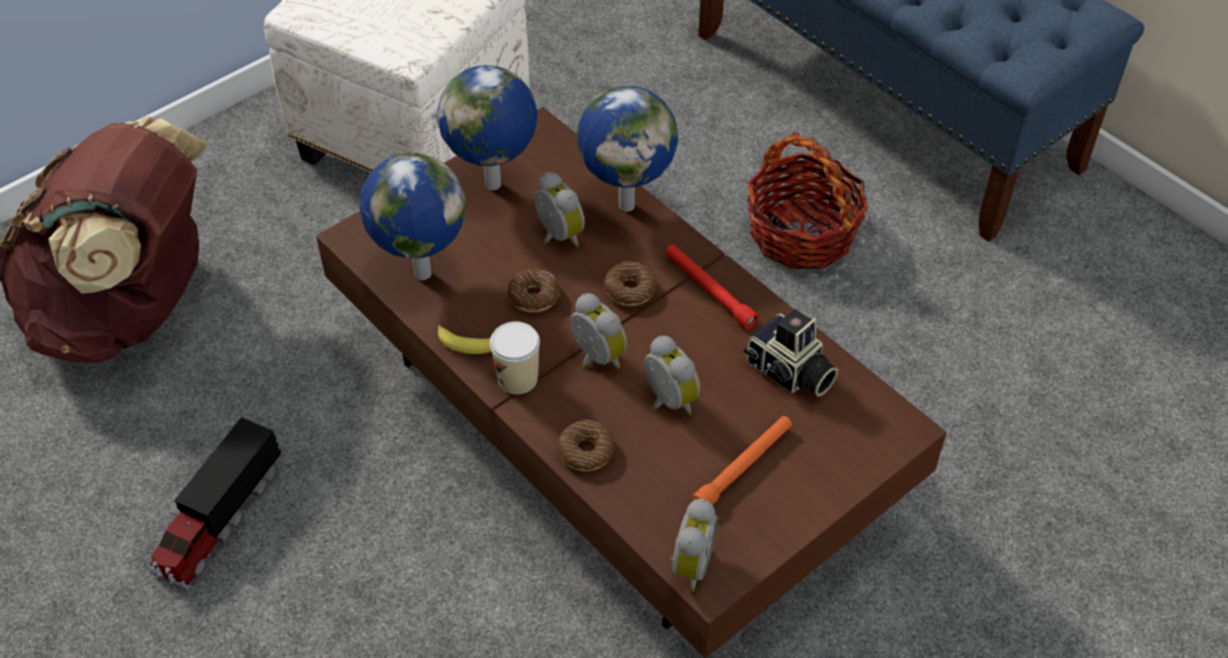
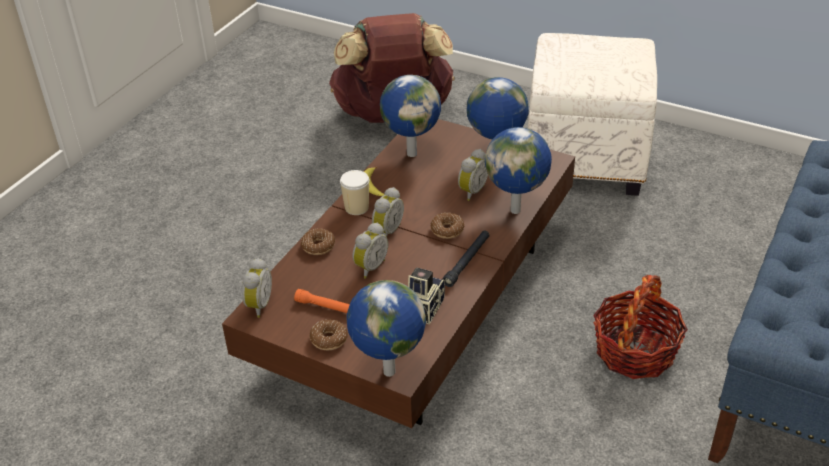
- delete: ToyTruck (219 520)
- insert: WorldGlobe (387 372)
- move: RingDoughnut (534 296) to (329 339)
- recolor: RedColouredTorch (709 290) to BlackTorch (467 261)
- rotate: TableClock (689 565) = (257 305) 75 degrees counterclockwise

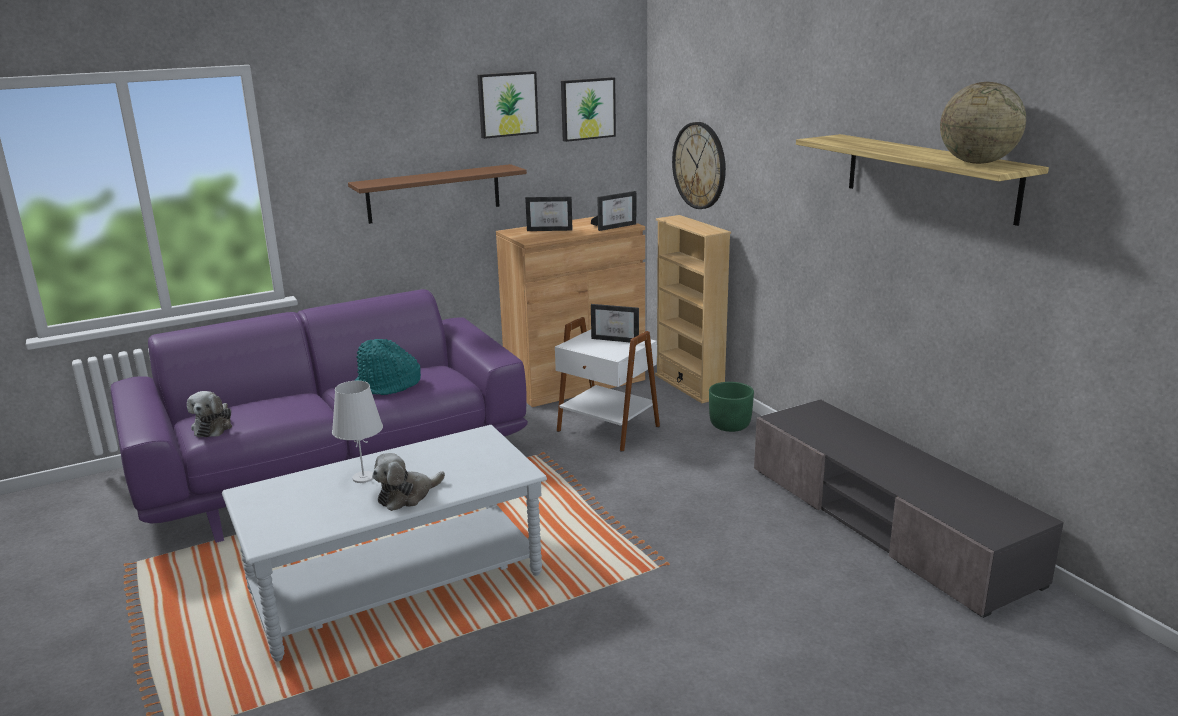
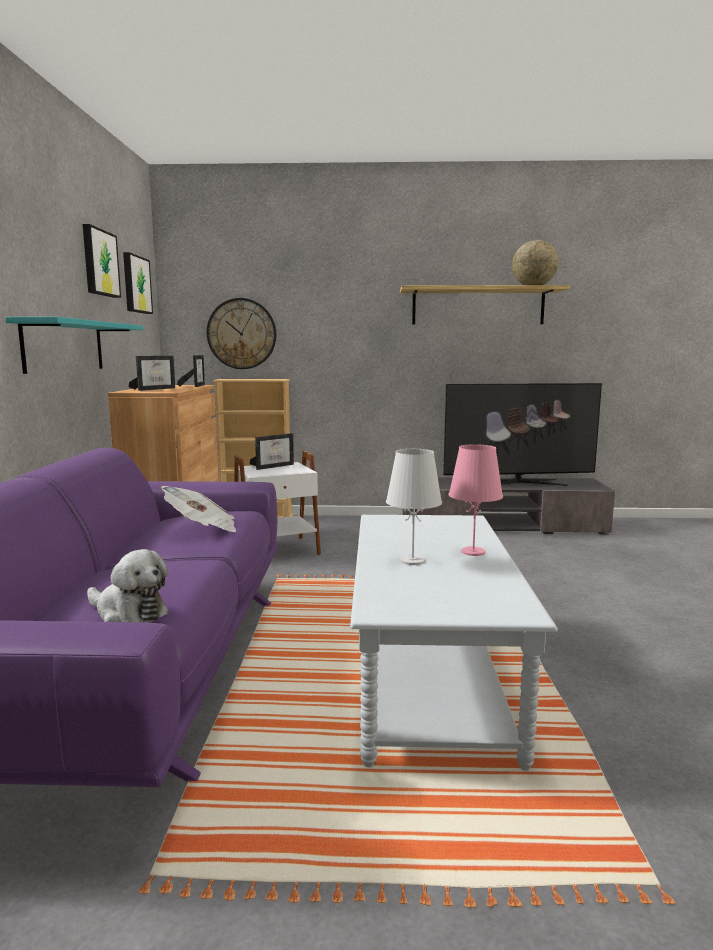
- delete: GreenPlanter (730 425)
- insert: Tv (518 483)
- replace: BlueGreenHat (388 386) to DailyPaper (202 528)
- replace: CuddlyToy (407 496) to PinkColouredLampForATable (473 552)
- recolor: BrownishShelf (434 193) to BlueGreenShelf (64 346)

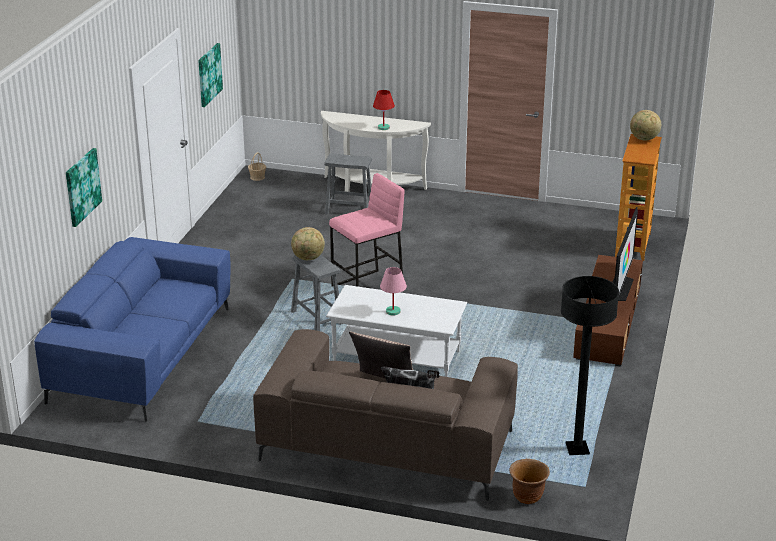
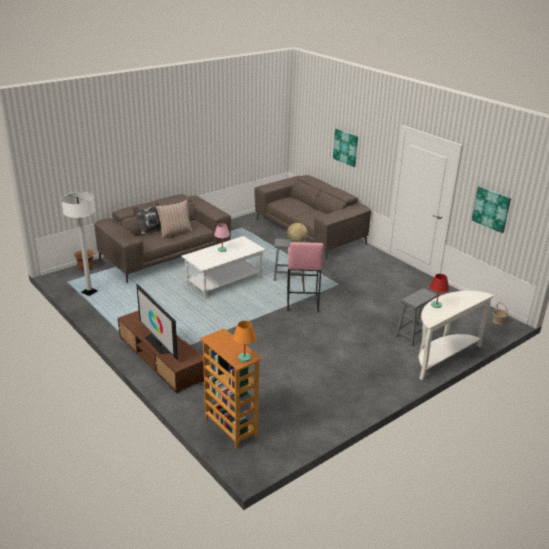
- replace: WorldGlobe (644 139) to OrangeColouredLampForATable (244 358)
- recolor: BlueSofa (143 354) to BrownishSofa (309 232)
- recolor: BlackStandingLamp (577 449) to WhiteColouredStandingLamp (89 292)

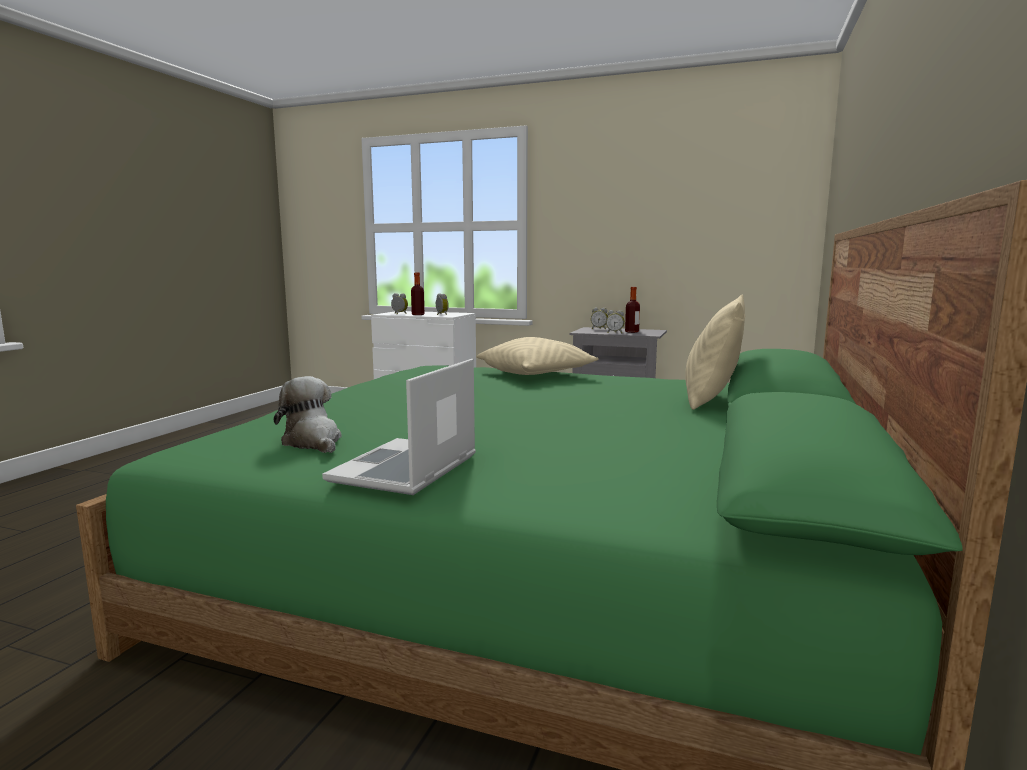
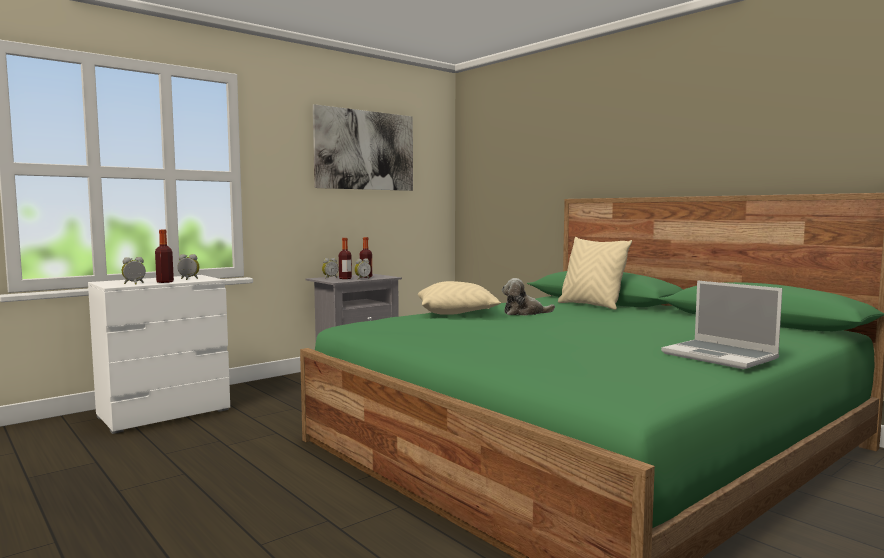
- insert: WallArt (365 150)
- insert: DrinkBottle (345 278)
- move: CuddlyToy (313 442) to (524 313)

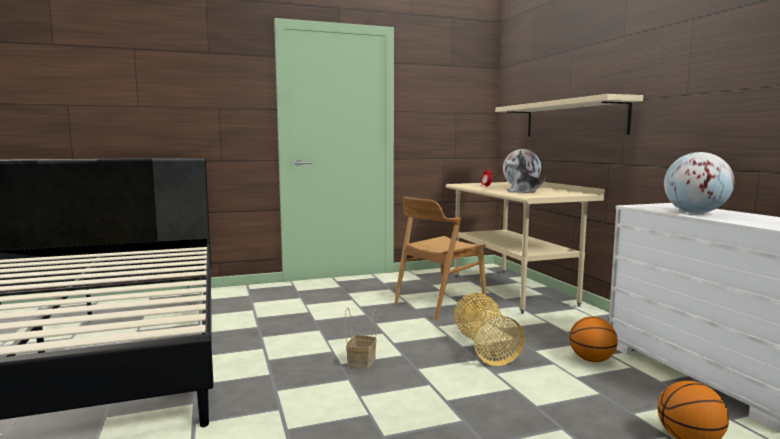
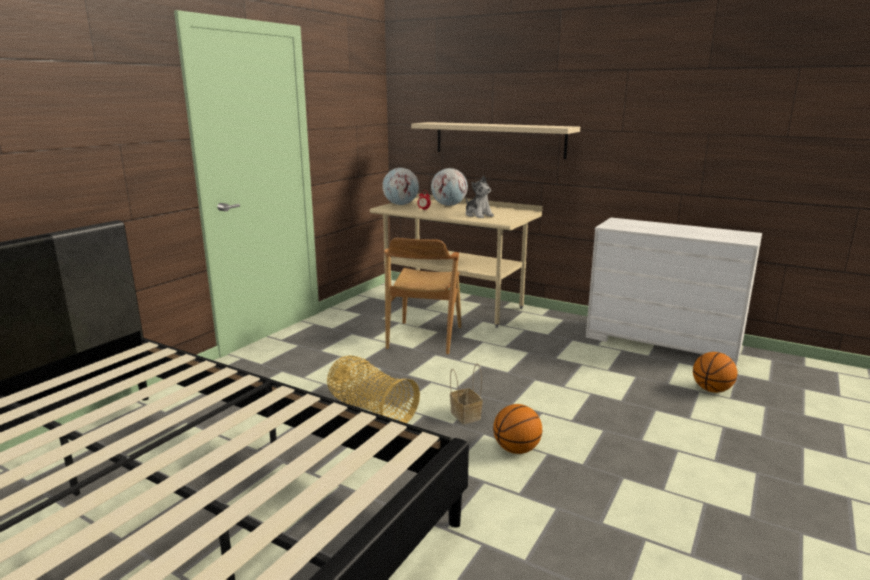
- move: StorageBasket (484 347) to (370 410)
- move: BallForBasketball (592 360) to (517 449)
- move: WorldGlobe (695 213) to (400 204)
- rotate: CuddlyToy (522 191) = (478 215) 90 degrees counterclockwise

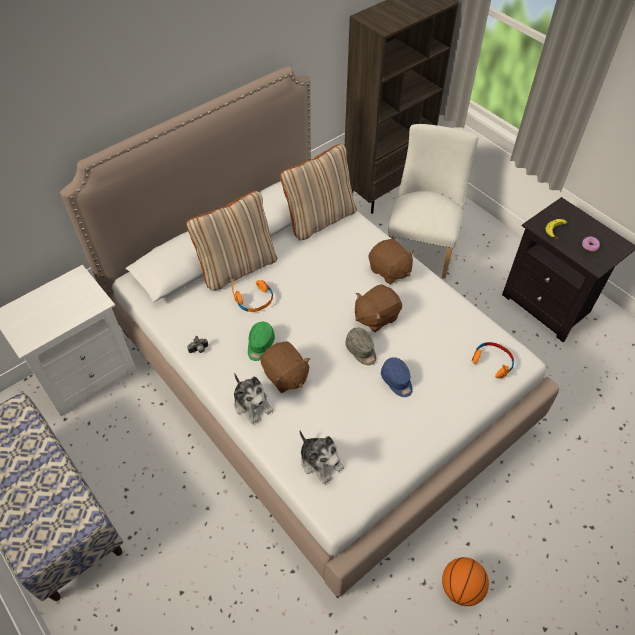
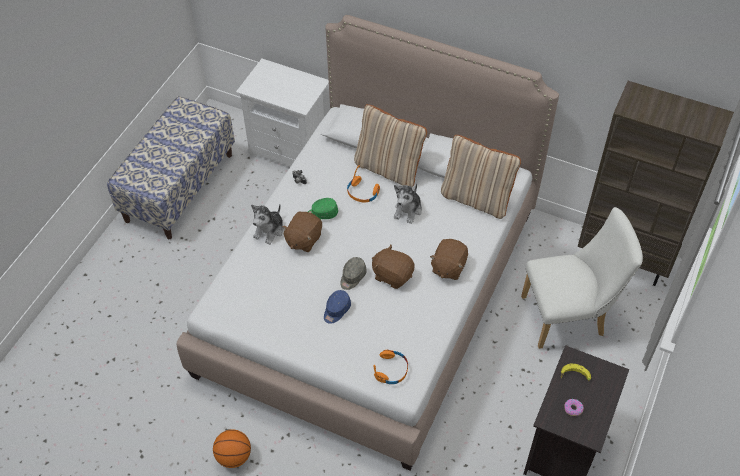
- move: CuddlyToy (320 461) to (408 210)

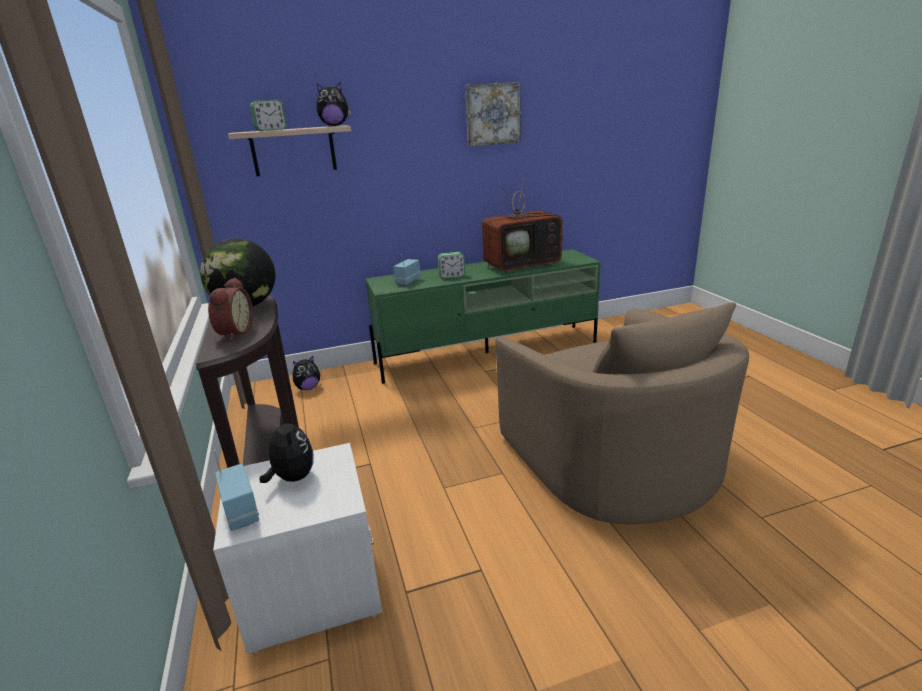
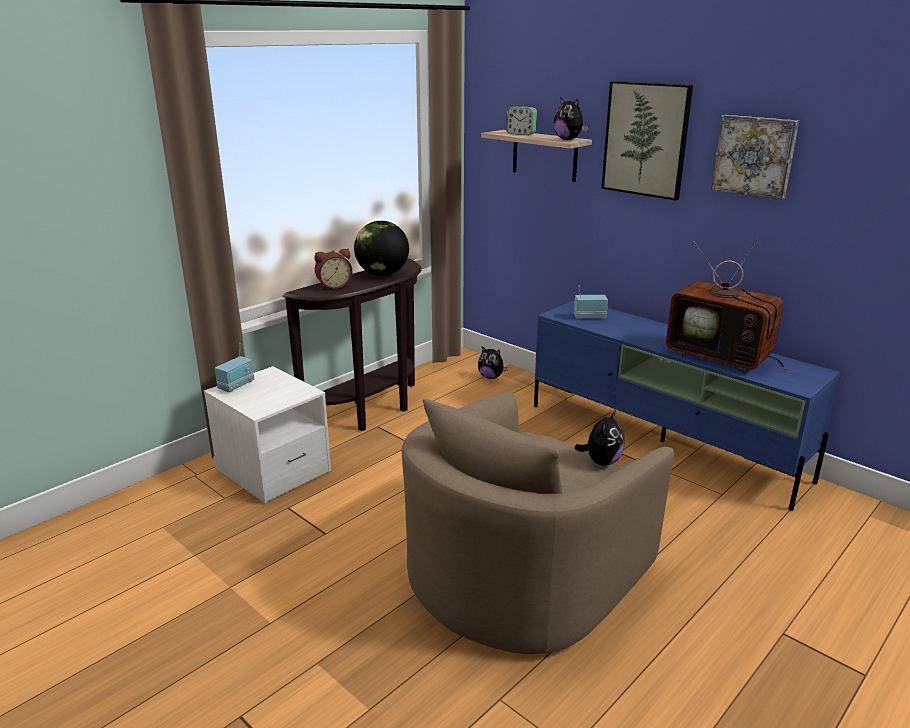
- delete: TableClock (452 276)
- insert: WallArt (646 139)
- move: CuddlyToy (292 477) to (601 462)
- recolor: GreenMediaConsole (488 352) to BlueMediaConsole (663 442)

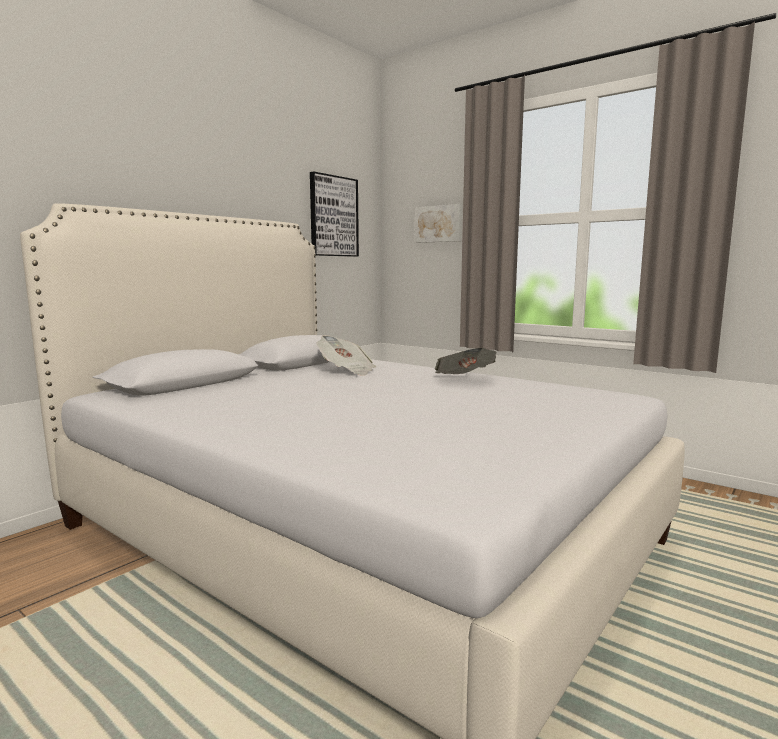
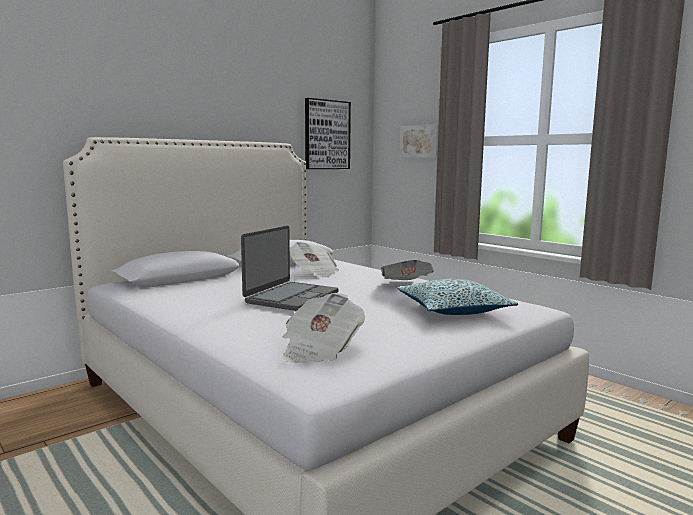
- insert: PortableComputer (291 297)
- insert: DailyPaper (319 350)
- insert: Pillow (453 309)

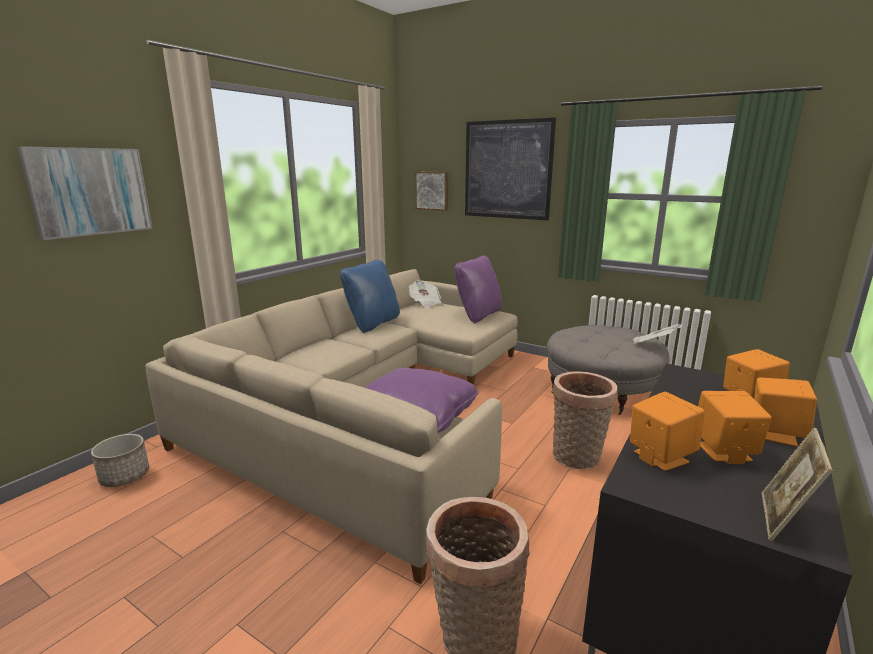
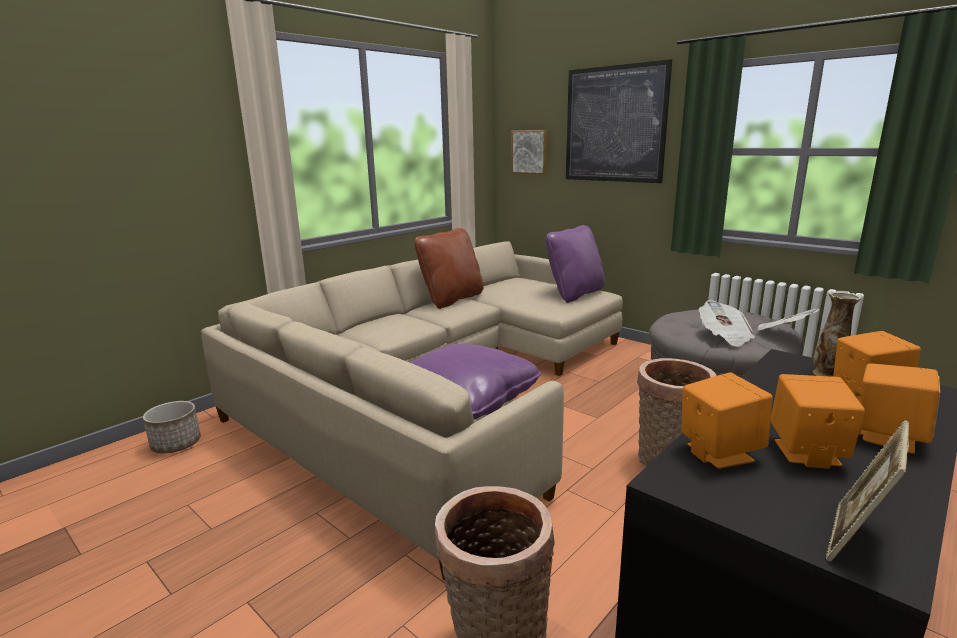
- delete: WallArt (90 191)
- insert: DecorativeVase (828 374)
- move: DailyPaper (425 303) to (724 337)
- recolor: BluePillow (372 323) to BrownishPillow (451 299)

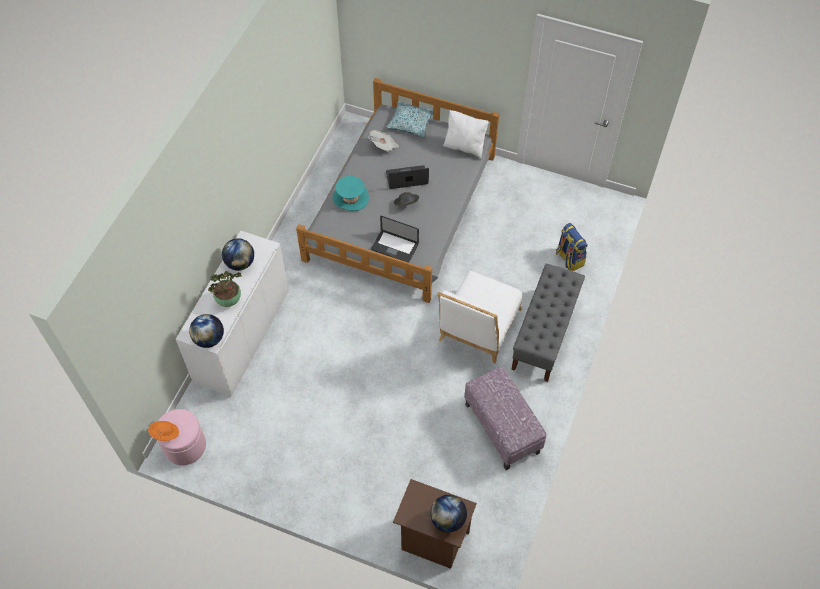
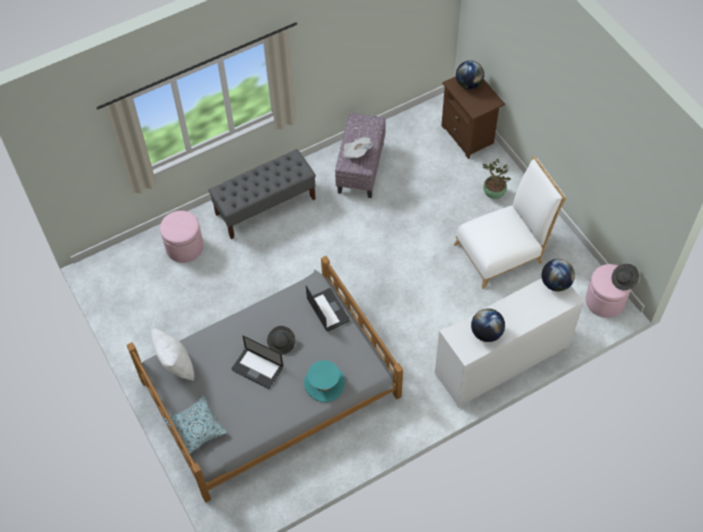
- move: PlantInAPot (229 300) to (493 193)
- move: DailyPaper (383 146) to (356 152)
- move: WhiteColouredUprightChair (477 329) to (503 251)
- replace: Knapsack (569 259) to PinkColouredFootrest (184 247)
- recolor: OrangeColouredHat (164 433) to GrayHat (624 280)

